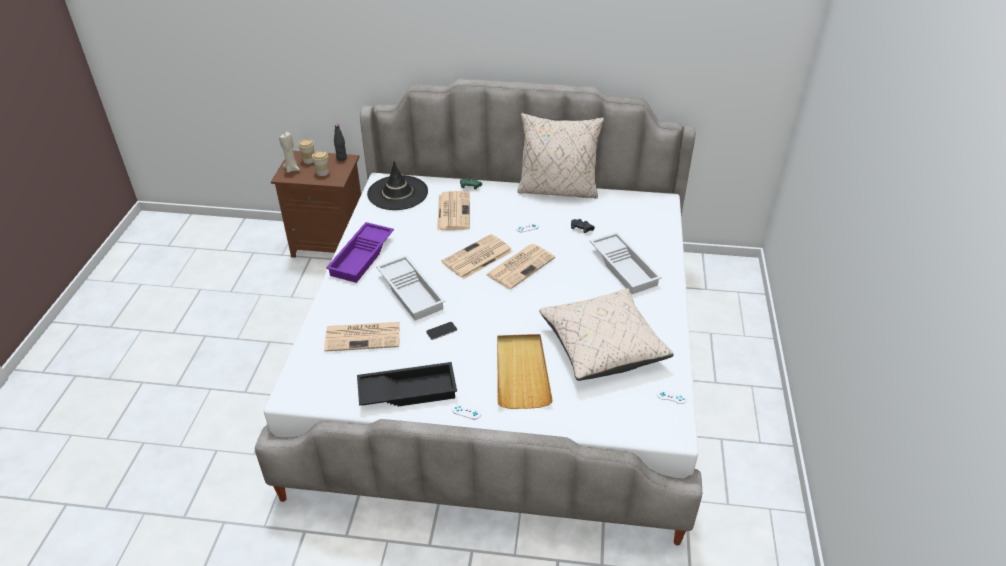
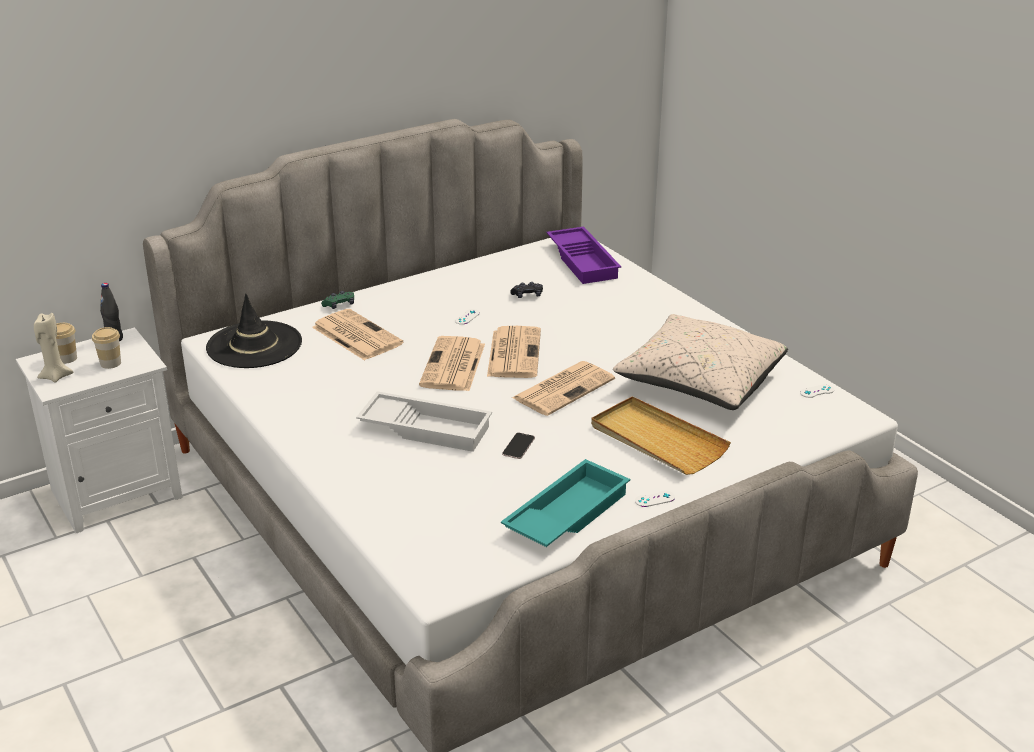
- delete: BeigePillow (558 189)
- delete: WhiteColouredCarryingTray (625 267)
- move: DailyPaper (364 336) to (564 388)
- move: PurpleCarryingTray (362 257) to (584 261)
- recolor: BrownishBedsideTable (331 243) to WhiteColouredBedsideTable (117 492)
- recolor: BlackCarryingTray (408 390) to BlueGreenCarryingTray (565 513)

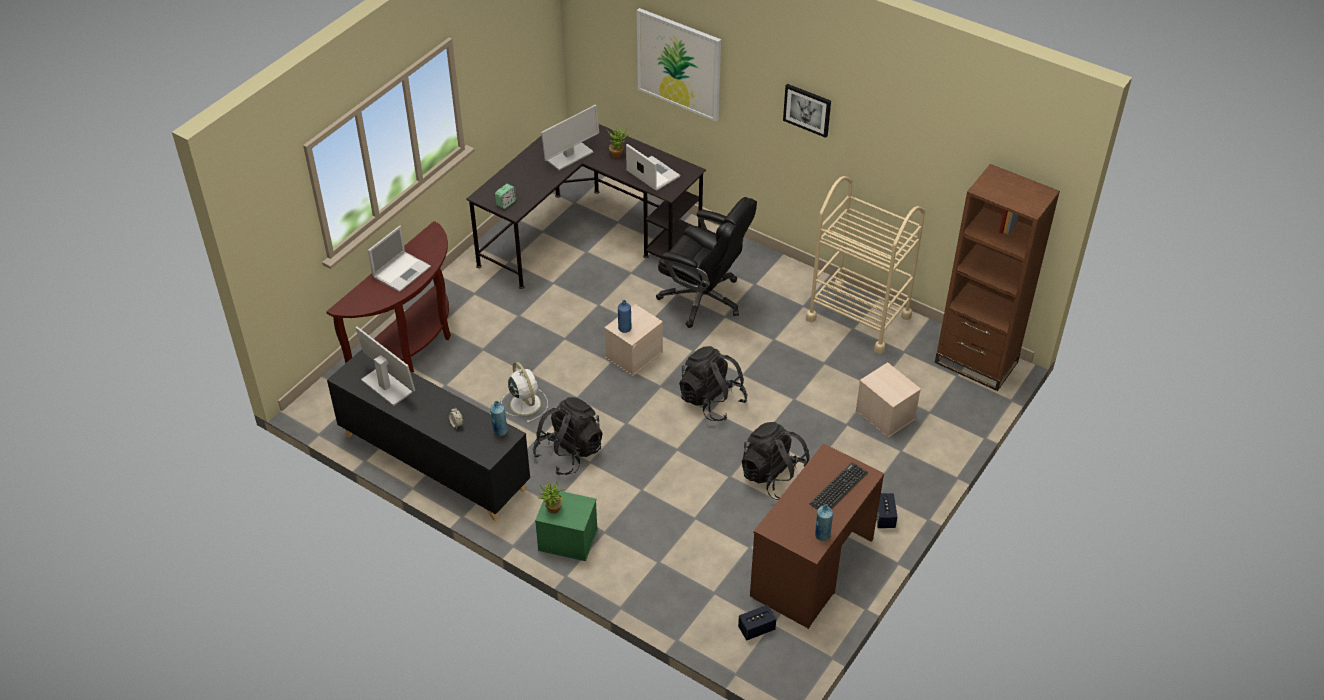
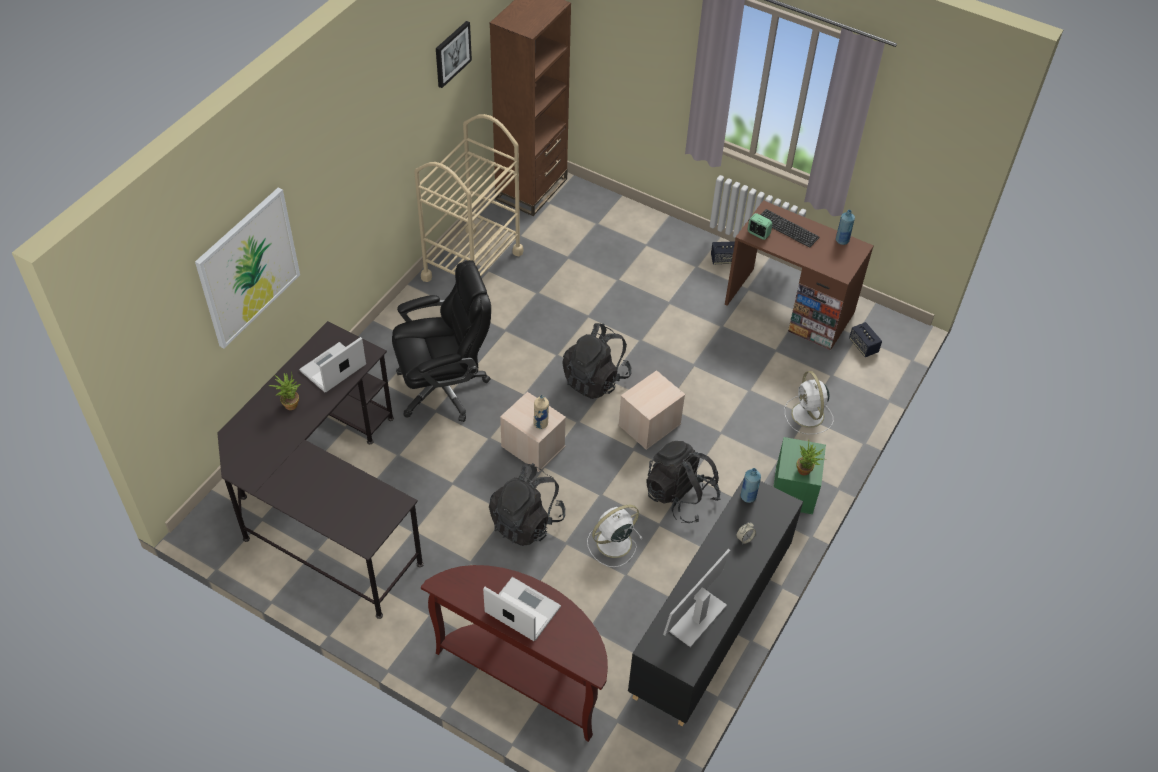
- delete: ComputerScreen (569 156)
- insert: WhiteColouredFan (808 416)
- move: TableClock (506 203) to (758 233)
- move: BlackKnapsack (774 477) to (526 521)
- move: WallArt (807 109) to (452 53)
- move: BeigeStorageContainer (884 415) to (649 425)
- recolor: BlueDrinkBottle (624 329) to BeigeDrinkBottle (541 424)
- rotate: BlackDeskChair (703 299) = (444 387) 45 degrees clockwise

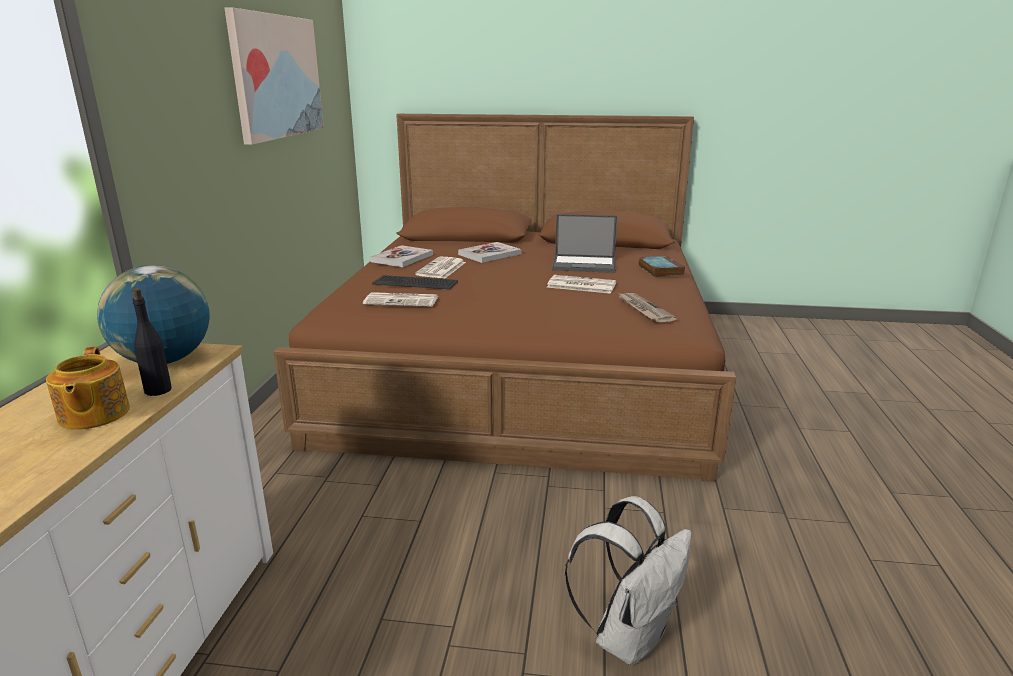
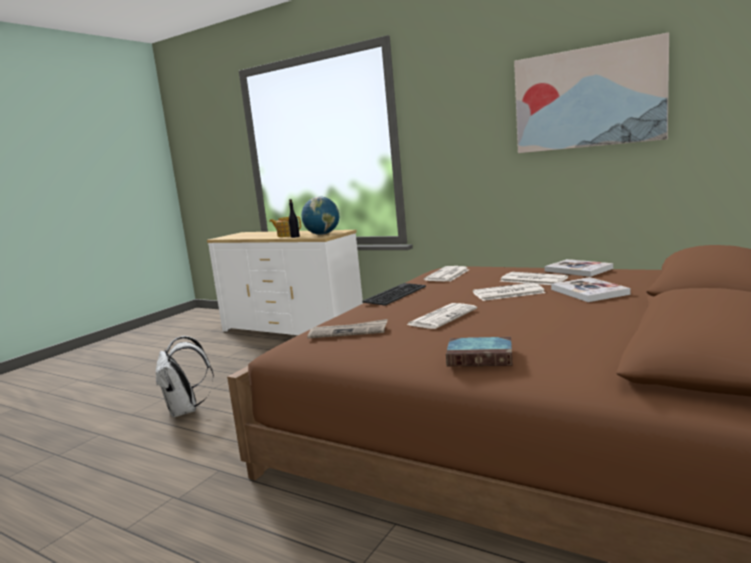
- delete: PortableComputer (585 264)
- insert: DailyPaper (507 293)
- move: ComputerKeyboard (415 283) to (396 294)

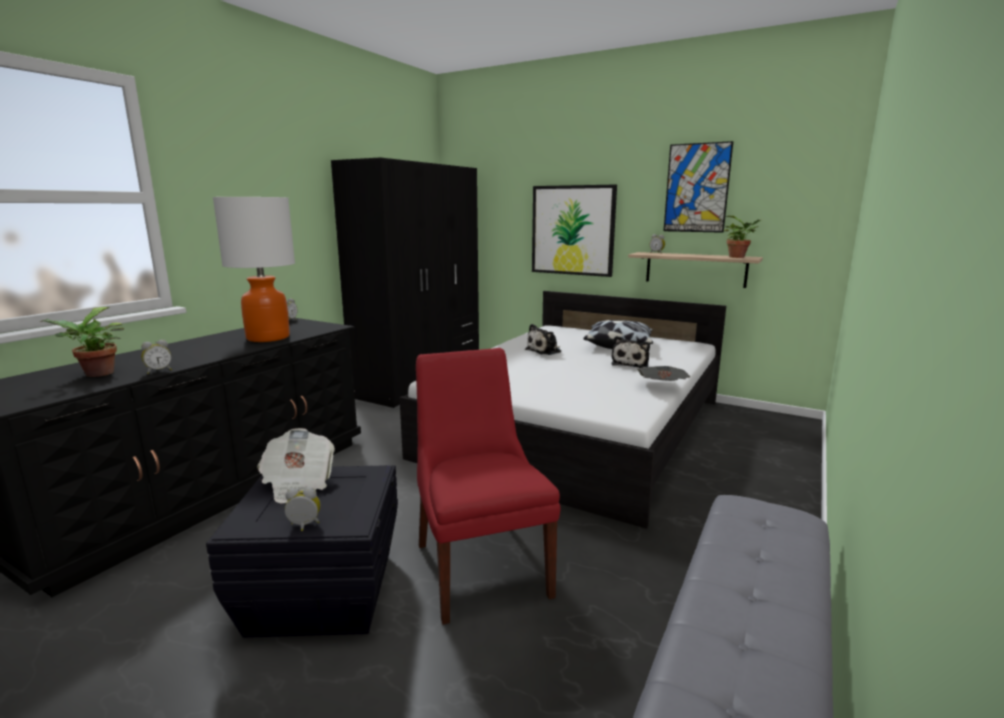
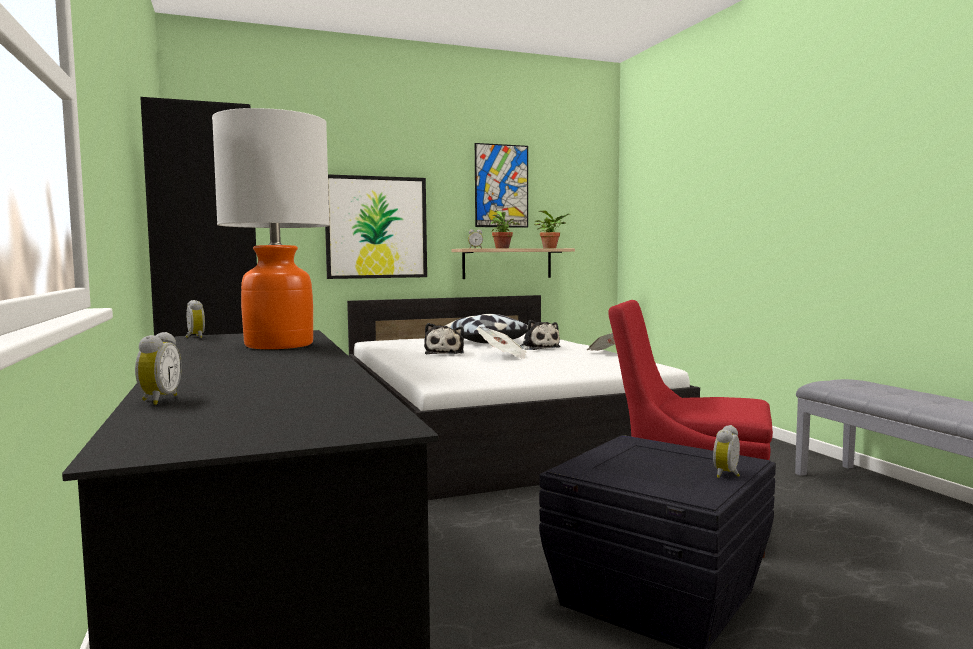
- move: PlantInAPot (96 374) to (503 248)
- move: TableClock (159 371) to (157 400)
- move: DailyPaper (298 483) to (503 356)

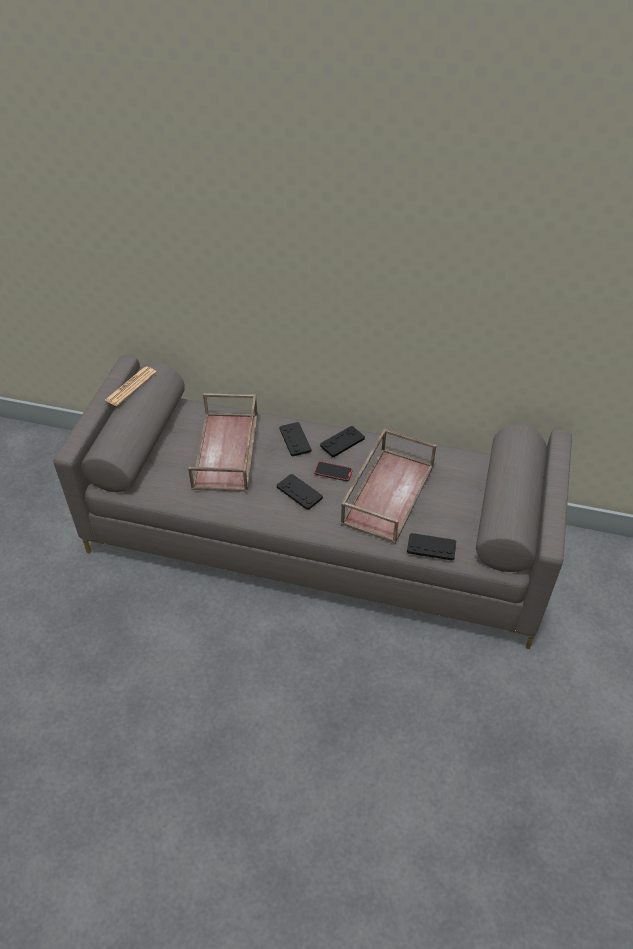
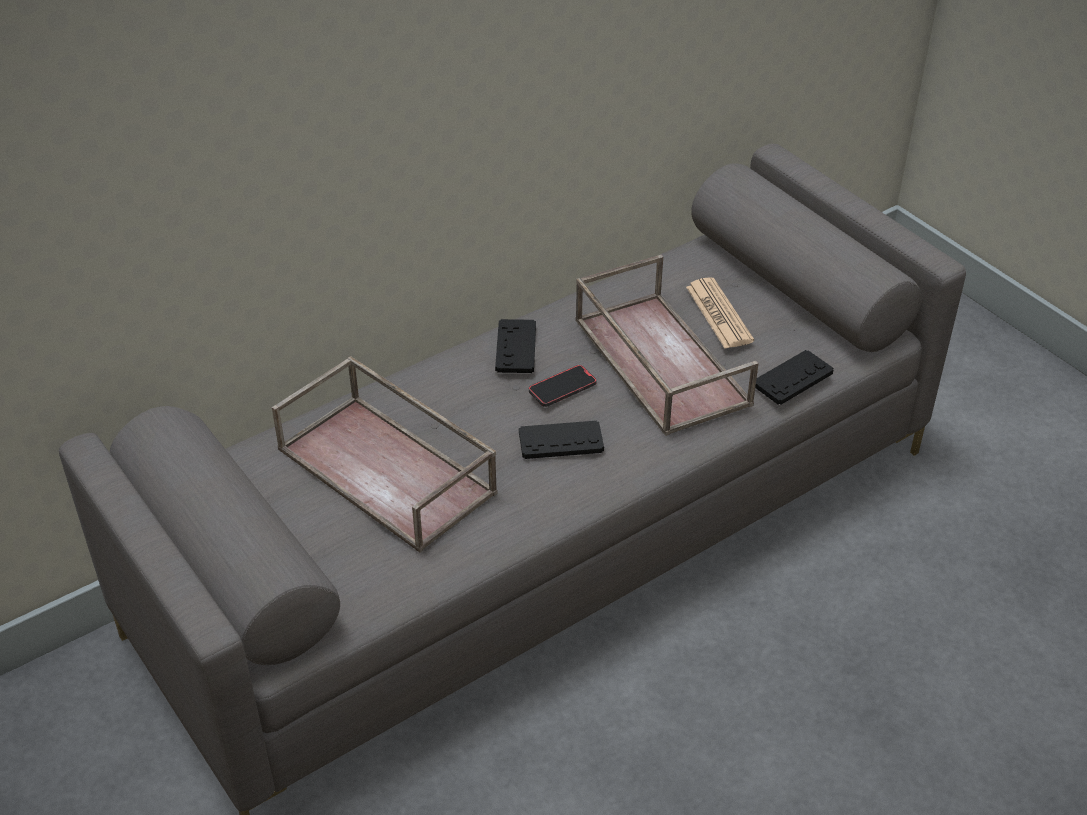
- delete: BlackGamepad (295 440)
- move: DailyPaper (131 386) to (719 314)

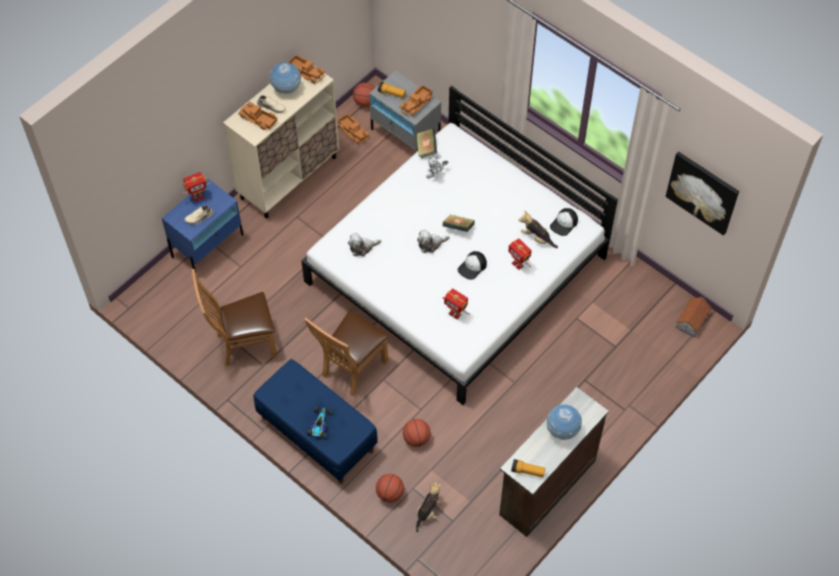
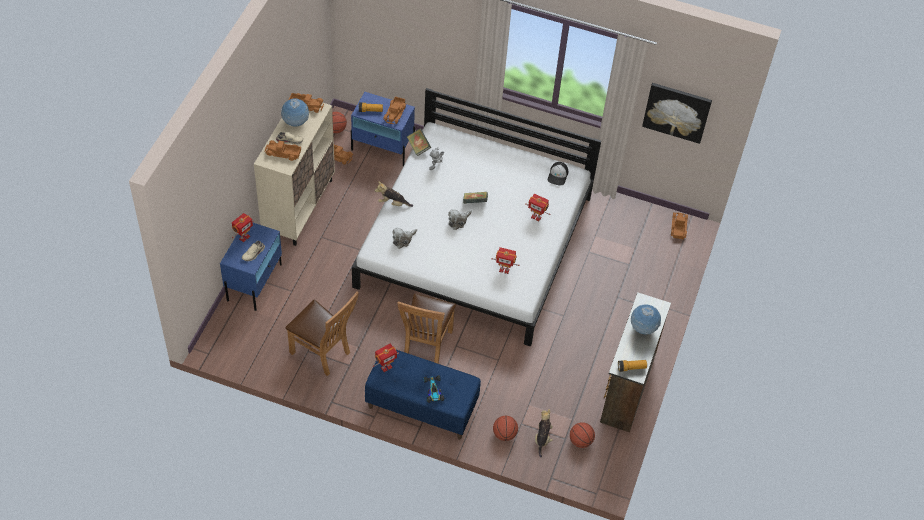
- delete: PeakedCap (472 267)
- insert: ToyRobot (386 367)
- move: BallForBasketball (416 439) to (580 441)
- move: CuddlyToy (536 238) to (393 203)
- replace: ModelHouse (691 320) to ToyTruck (678 227)
- recolor: GrayBedsideTable (405 136) to BlueBedsideTable (383 148)
- rotate: BrownishUprightChair (242 344) = (323 353) 105 degrees counterclockwise

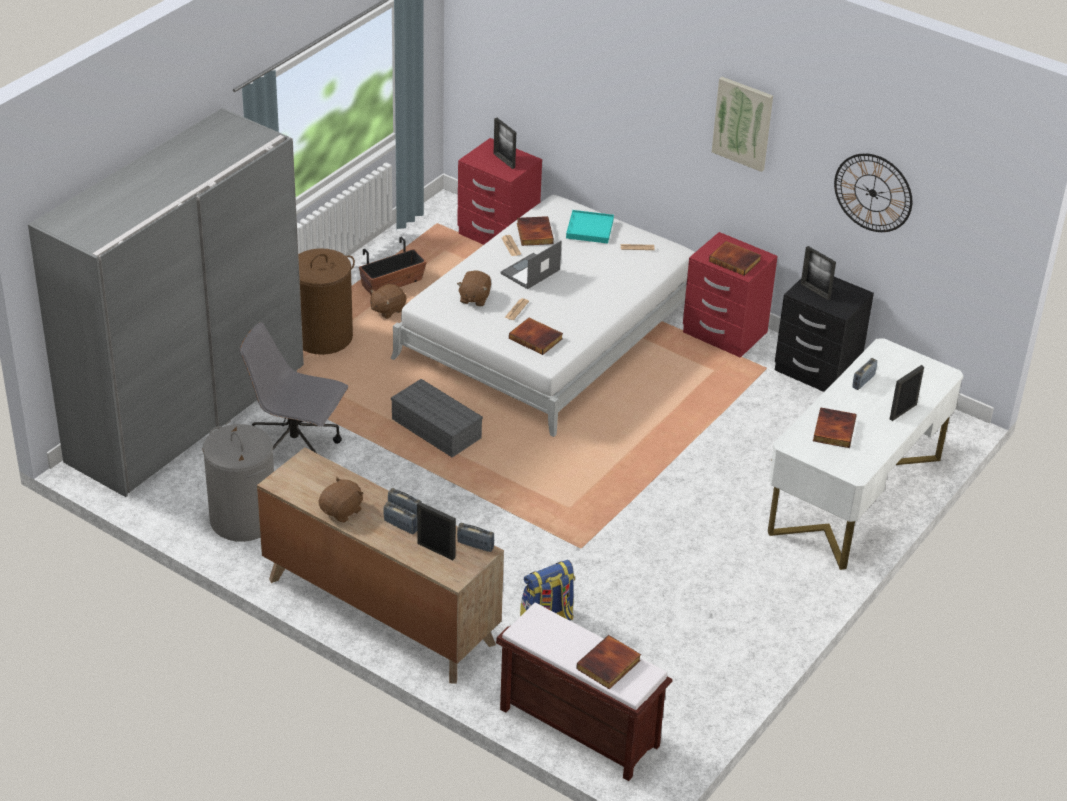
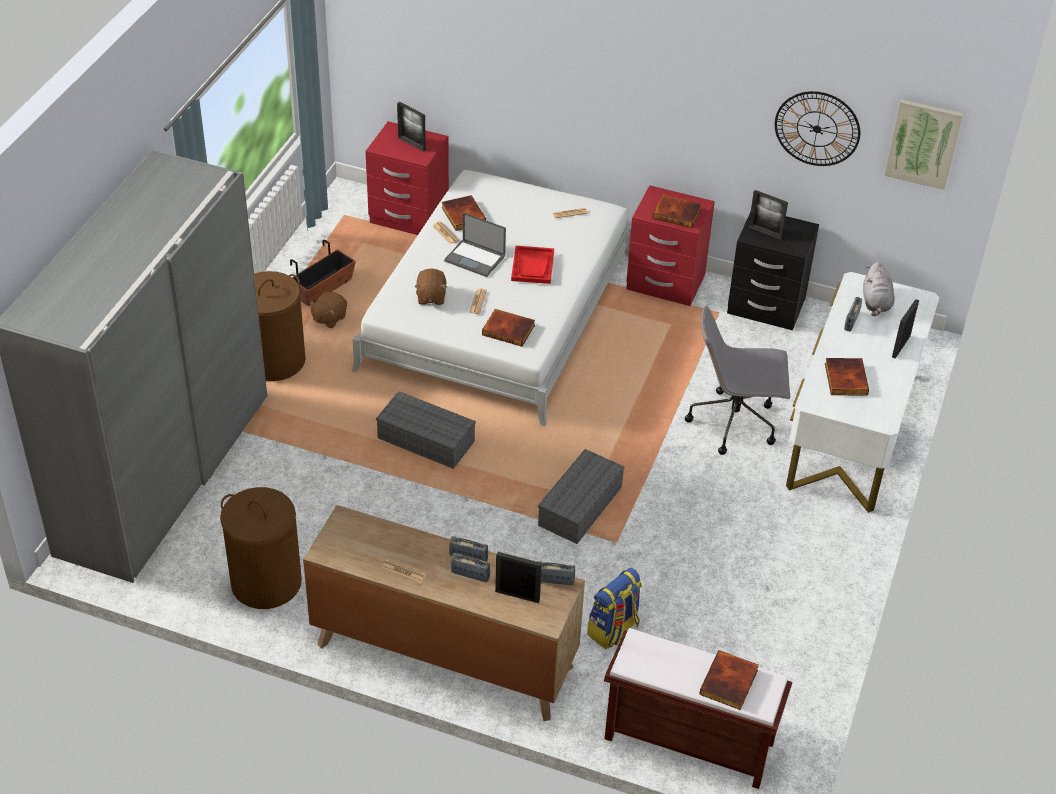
- delete: BlueGreenCarryingTray (589 229)
- insert: RedColouredCarryingTray (532 266)
- insert: GrayStorageContainer (580 507)
- insert: GrayCuddlyToy (876 303)
- move: GrayDeskChair (296 450) to (735 422)
- move: WallArt (743 123) to (923 143)
- replace: BrownishCuddlyToy (342 511) to DailyPaper (404 571)
- recolor: GrayLaundryBasket (243 520) to BrownishLaundryBasket (266 583)
- rotate: PortableComputer (530 272) = (475 258) 90 degrees counterclockwise

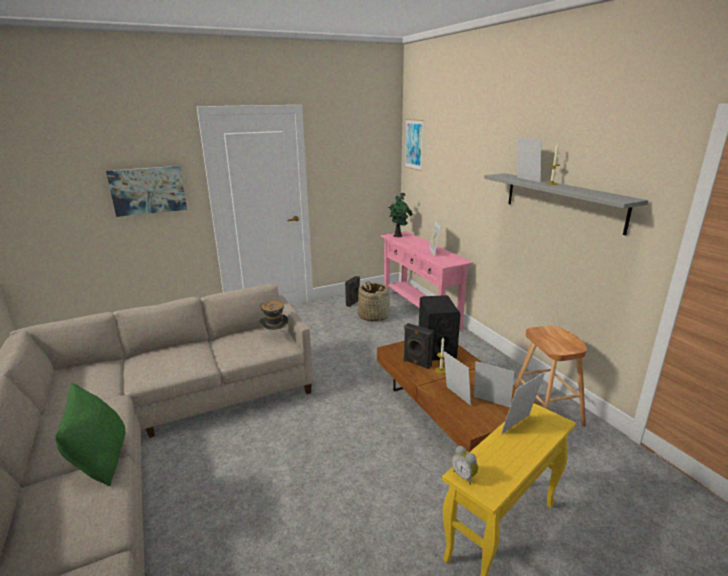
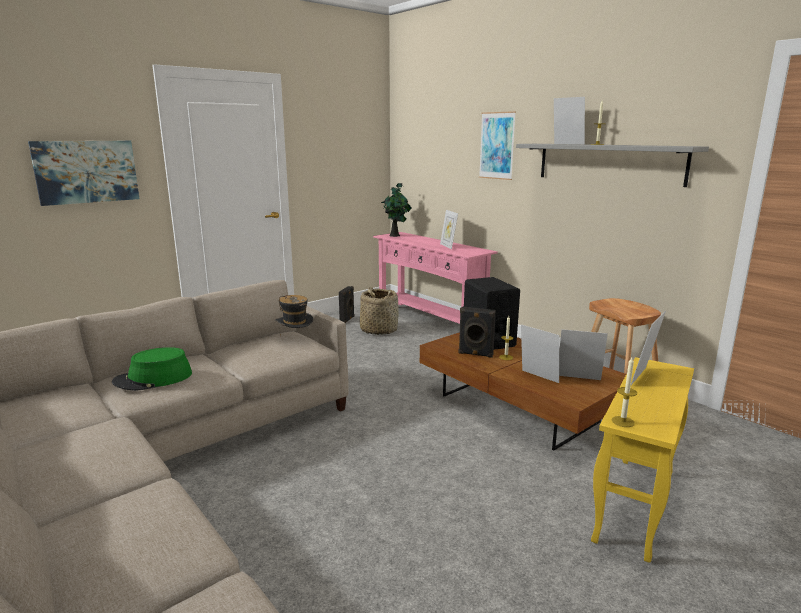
- delete: GreenPillow (101 460)
- insert: GreenHat (153 379)
- move: WallArt (414 144) to (497 145)
- replace: TableClock (464 476) to Candle (623 421)

